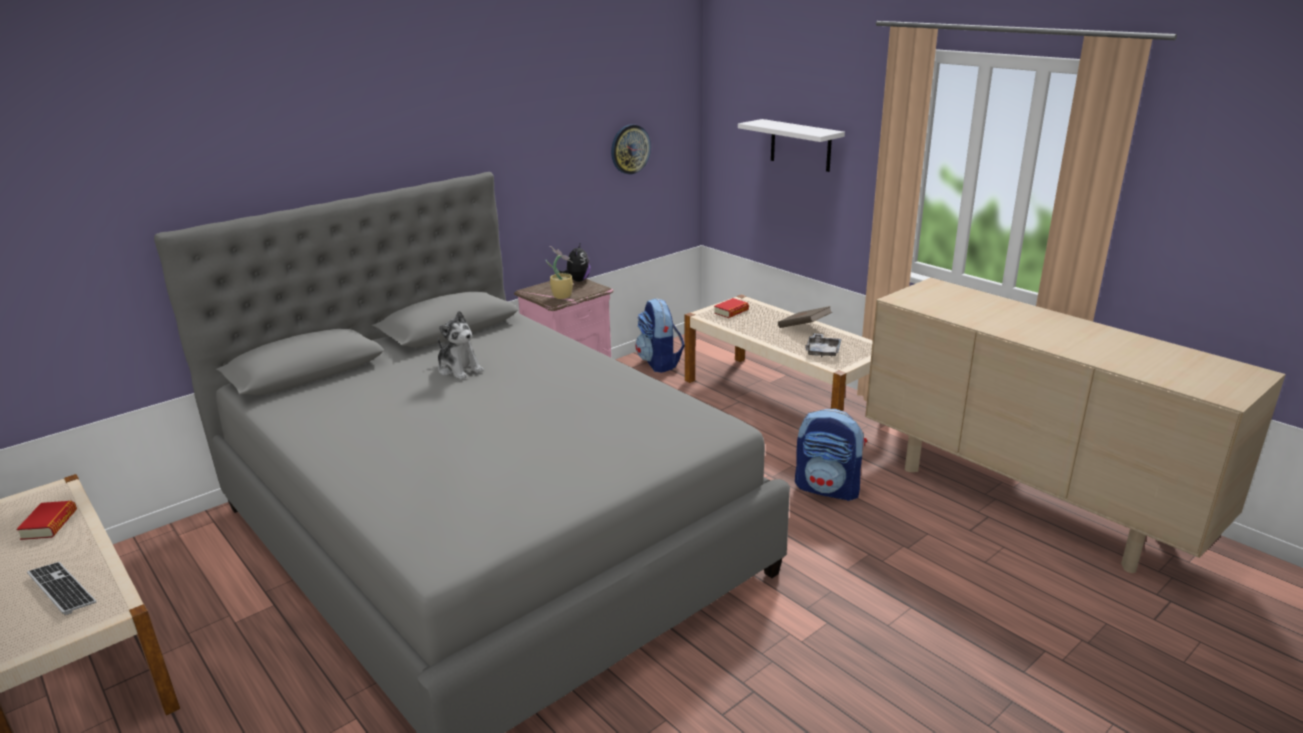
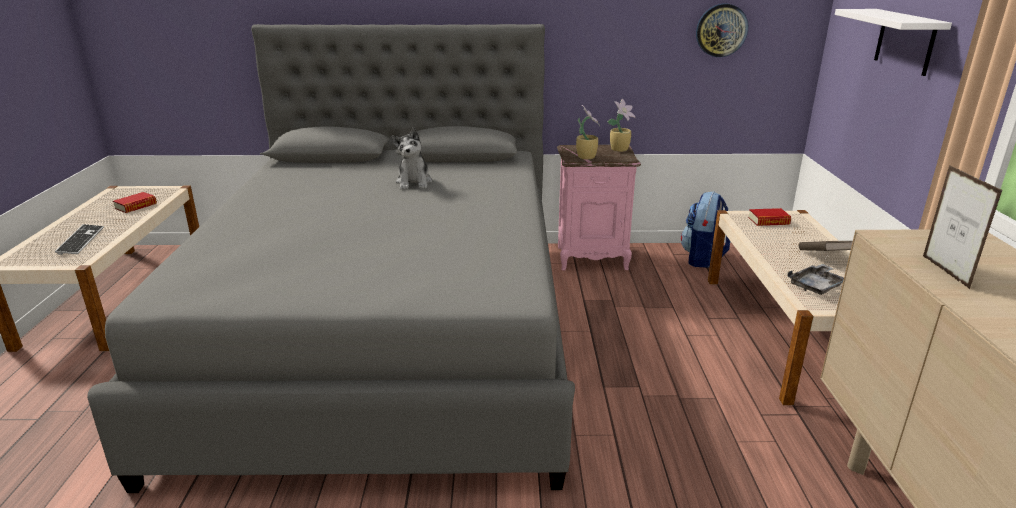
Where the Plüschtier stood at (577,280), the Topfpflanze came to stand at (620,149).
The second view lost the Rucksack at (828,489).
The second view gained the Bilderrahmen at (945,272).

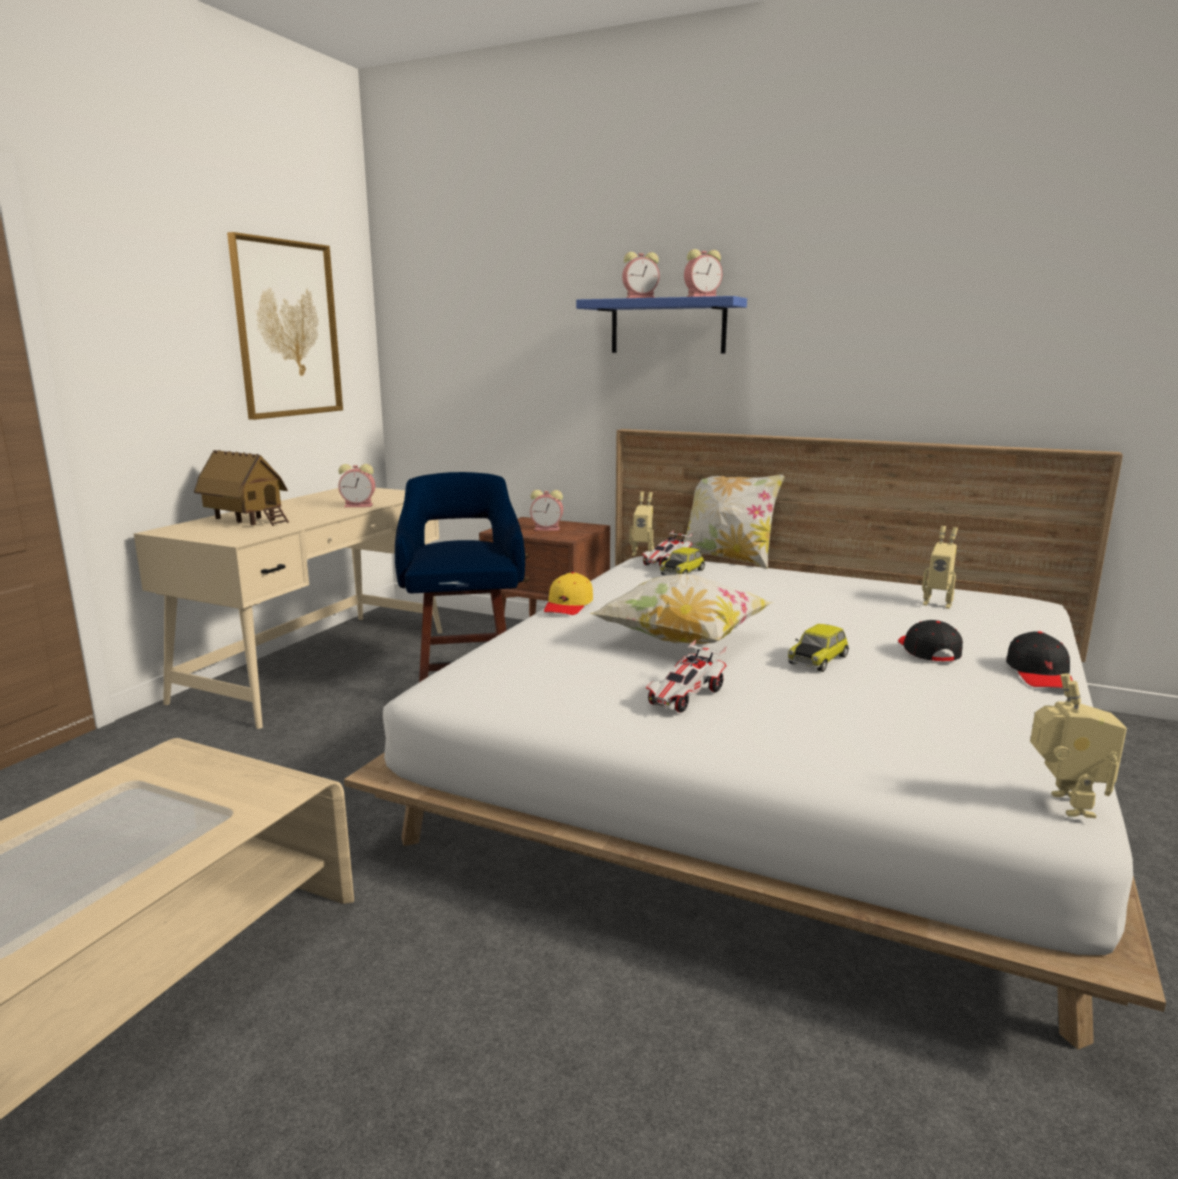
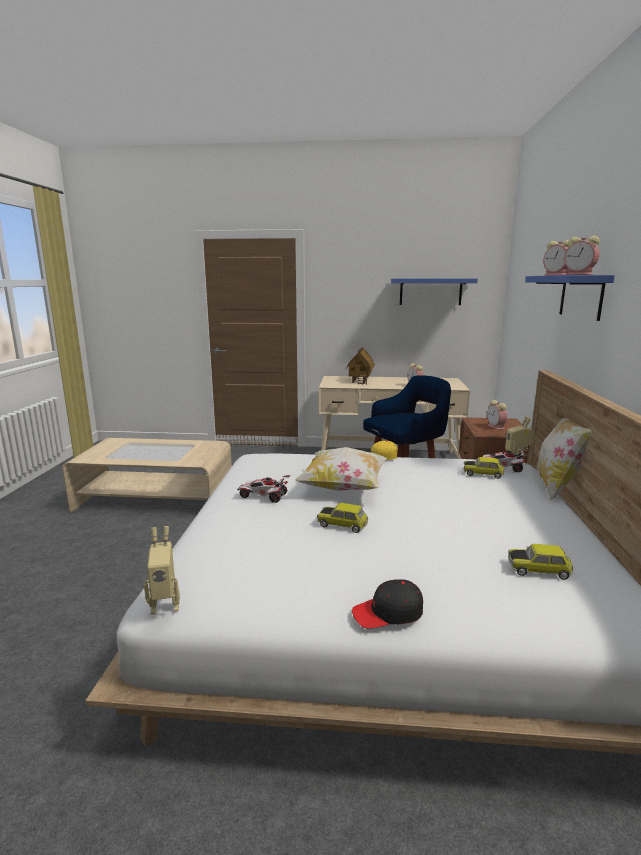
Where the Bild hung at (287,329), the Wandregal/blau came to hang at (430,292).
The second view lost the Kappe/schwarz at (927,651).
Where the Spielzeugroboter stood at (938,603), the Spielzeugauto came to stand at (538,569).

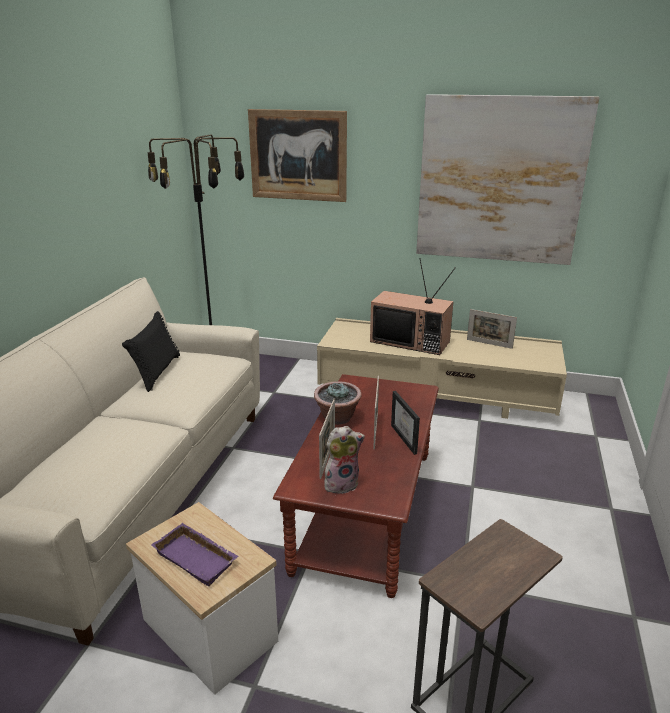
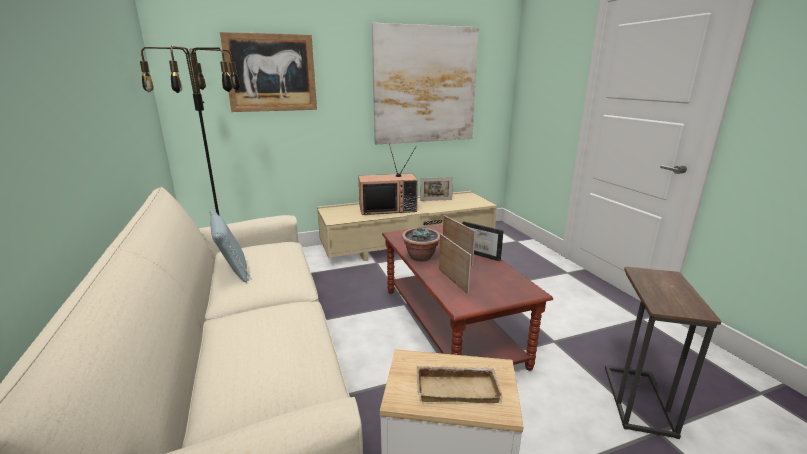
What was the Kissen/schwarz at (156,372) turned into the Kissen/blau at (232,267).
What was the Tablett/lila at (198,558) turned into the Tablett/beige at (458,387).
The second view lost the Plüschtier at (342,483).

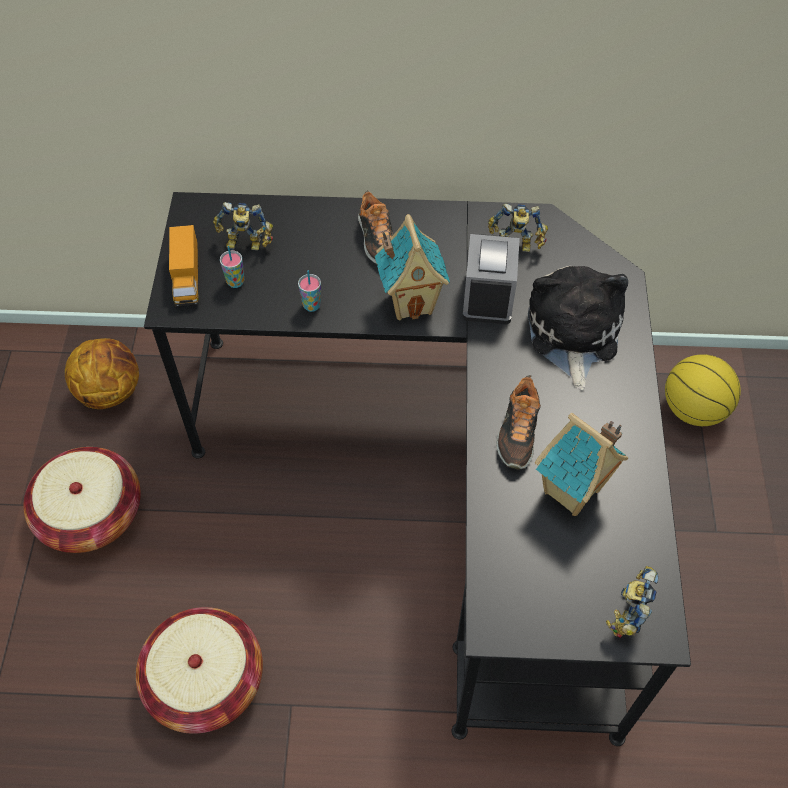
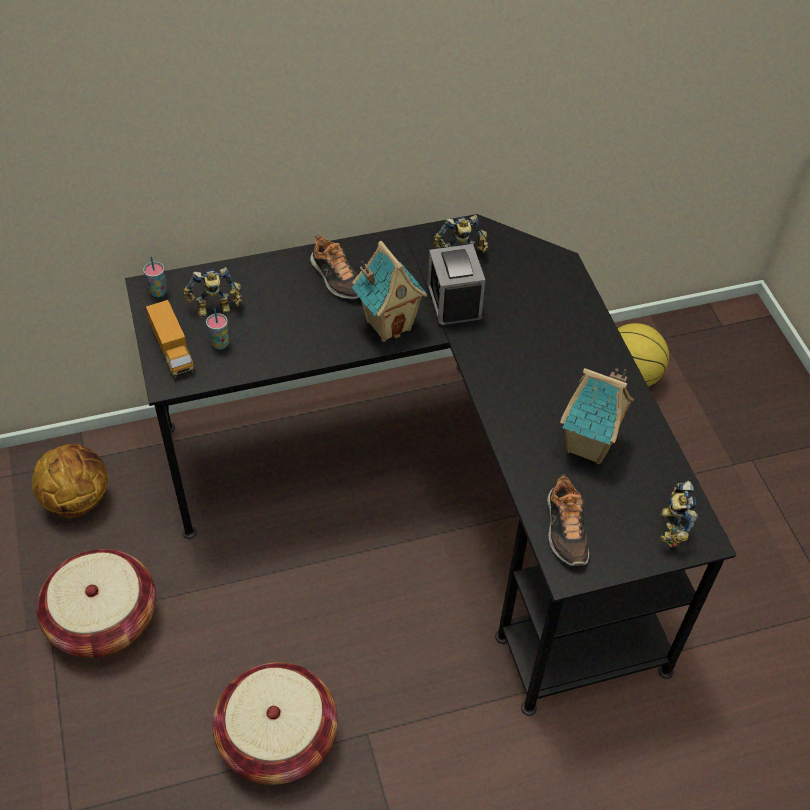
The Tasse ended up elsewhere, having gone from (312,305) to (158,292).
The Schuh ended up elsewhere, having gone from (518,431) to (565,530).
The second view lost the Plüschtier at (572,334).

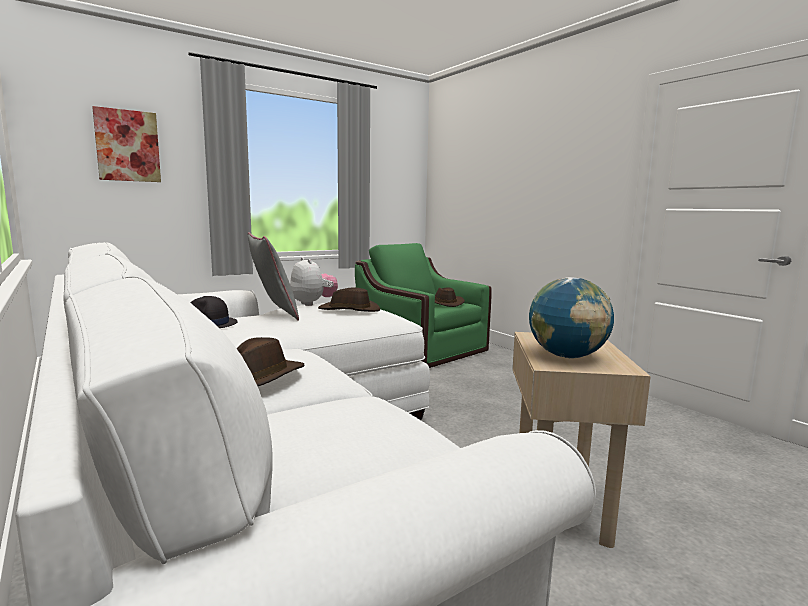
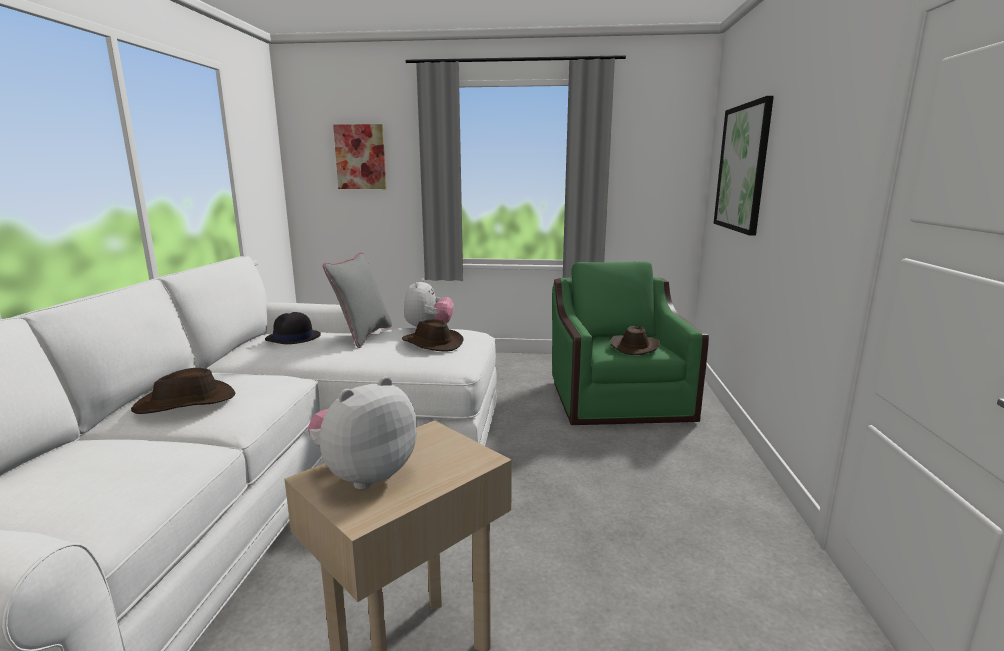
Where the Globus stood at (567,356), the Plüschtier came to stand at (365,474).
The second view gained the Bild at (742,168).

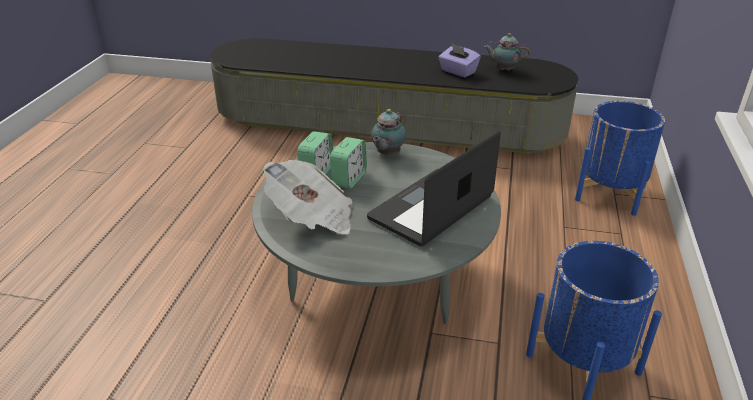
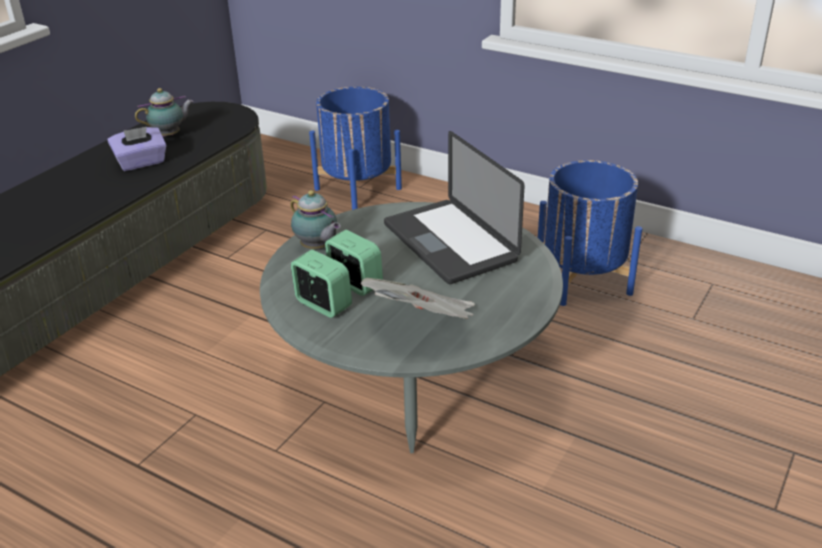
The Teekanne at (503,70) ended up facing another way, 150 degrees counterclockwise from before.

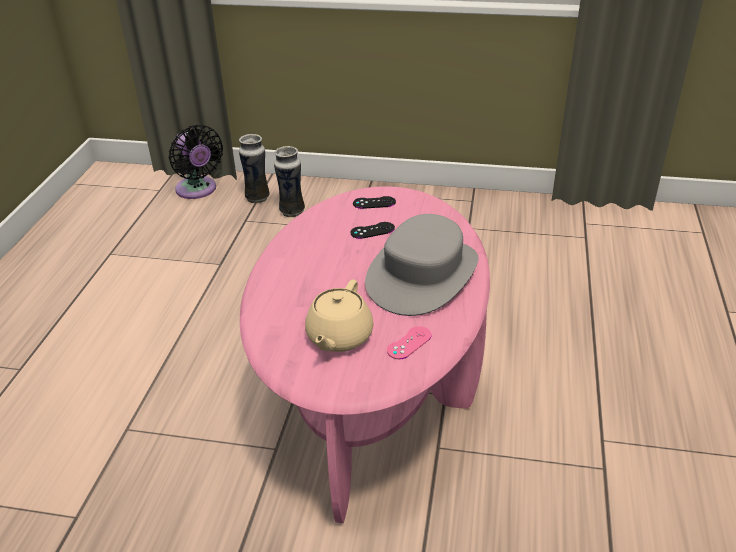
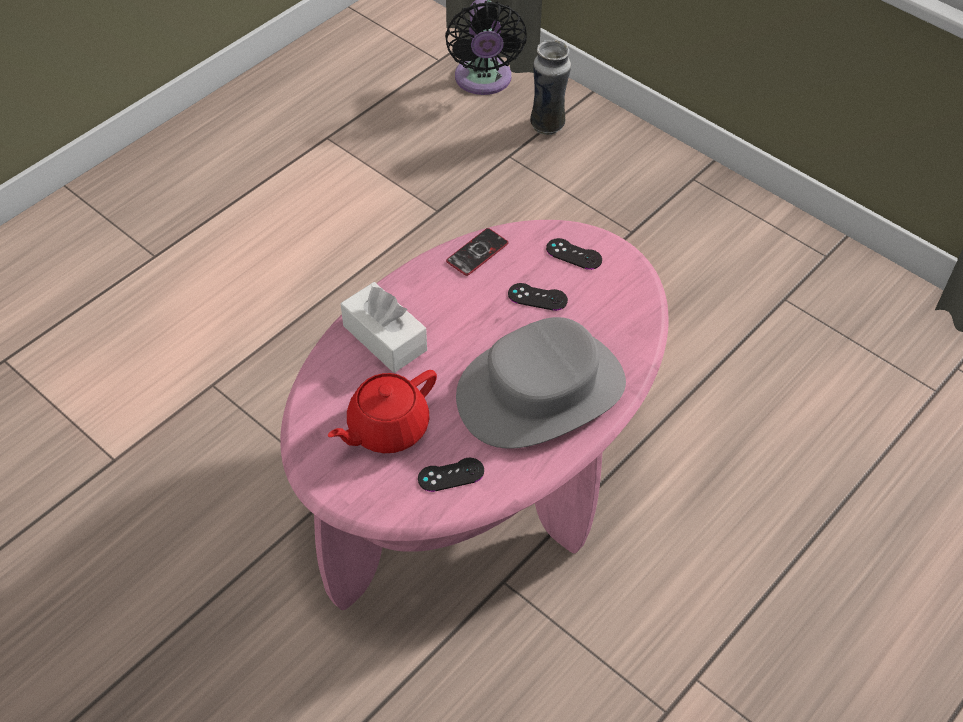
The second view lost the Vase at (292,211).
What was the Teekanne/beige at (338,337) turned into the Teekanne/rot at (386,428).
What was the Gamepad/rosa at (409,343) turned into the Gamepad/schwarz at (451,475).
The second view gained the Taschentuchbox/weiß at (385,338).
The second view gained the Handy at (477,253).

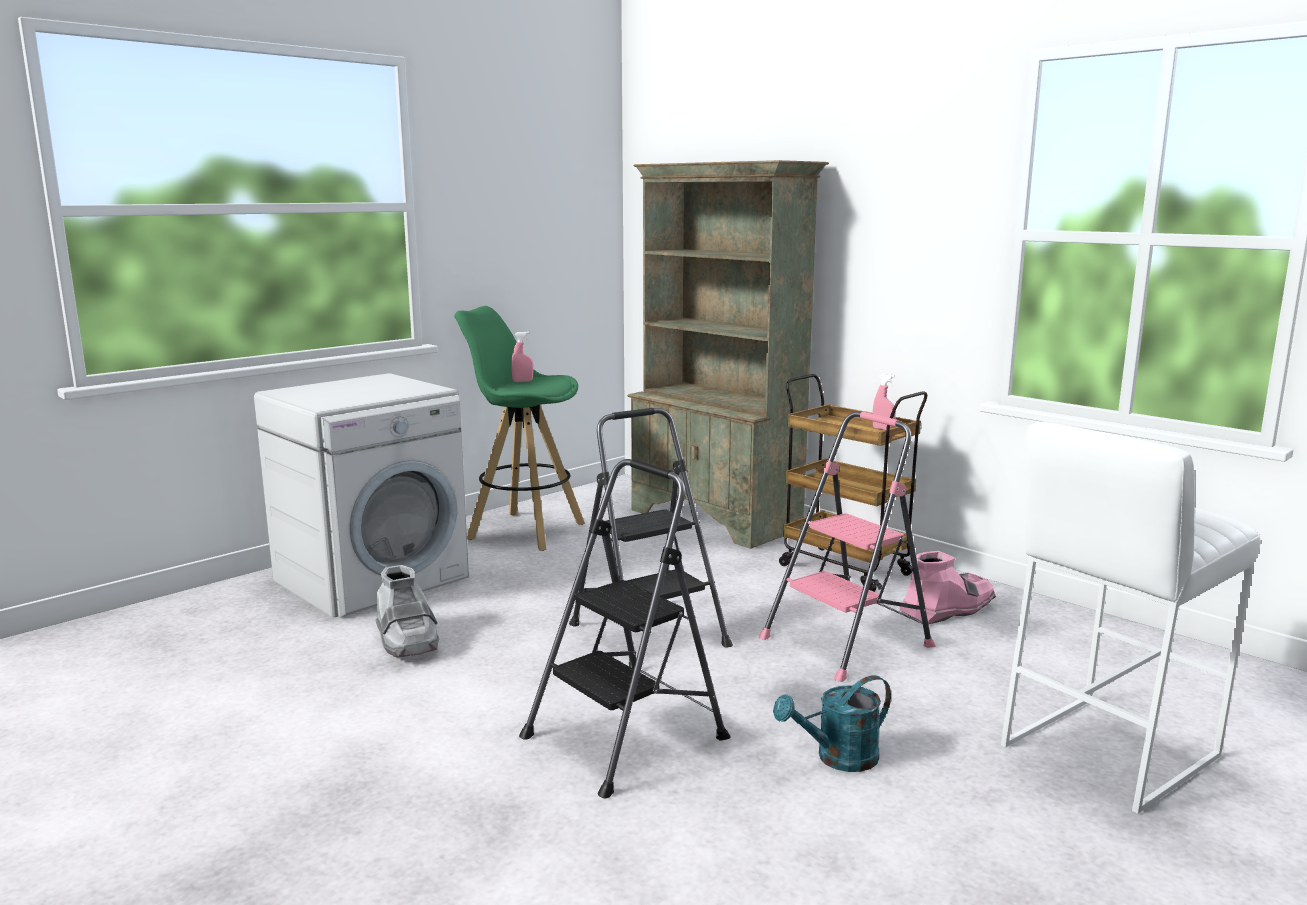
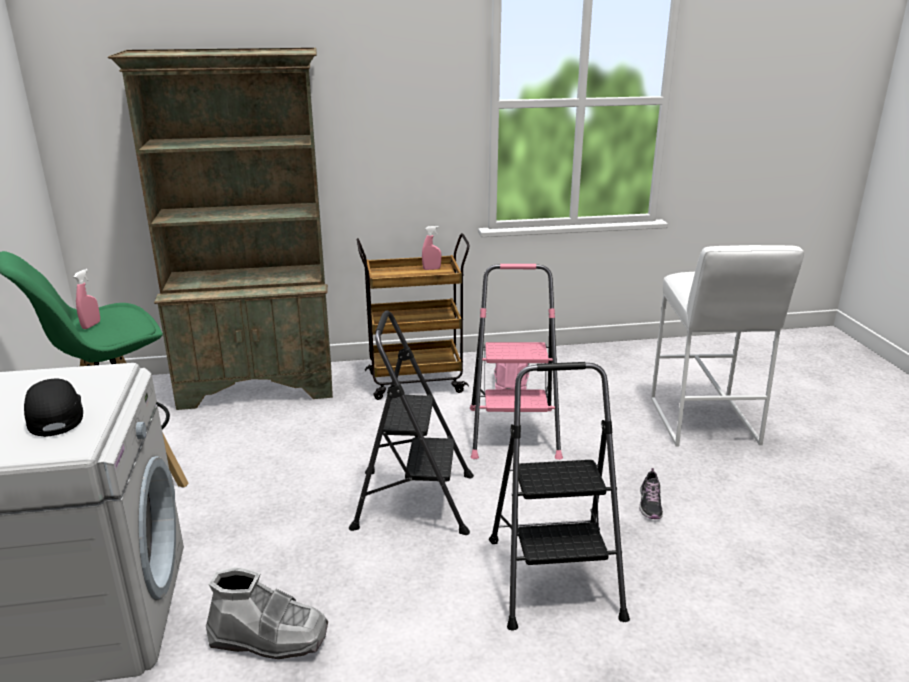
Where the Gießkanne/türkis stood at (837,759), the Schuh came to stand at (650,504).
The second view gained the Kappe/schwarz at (55,415).

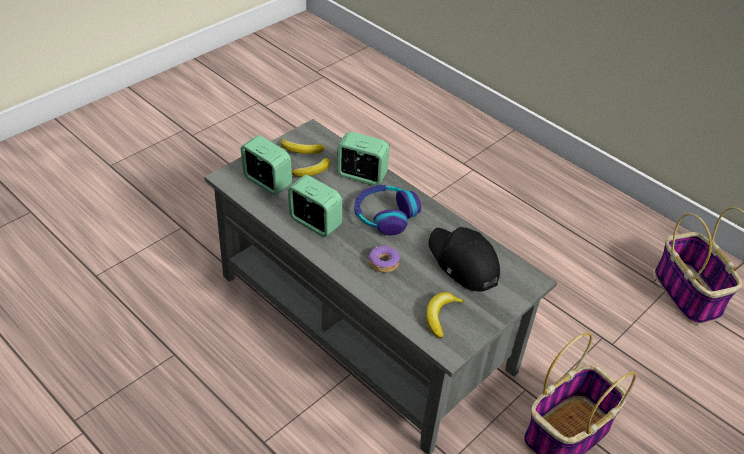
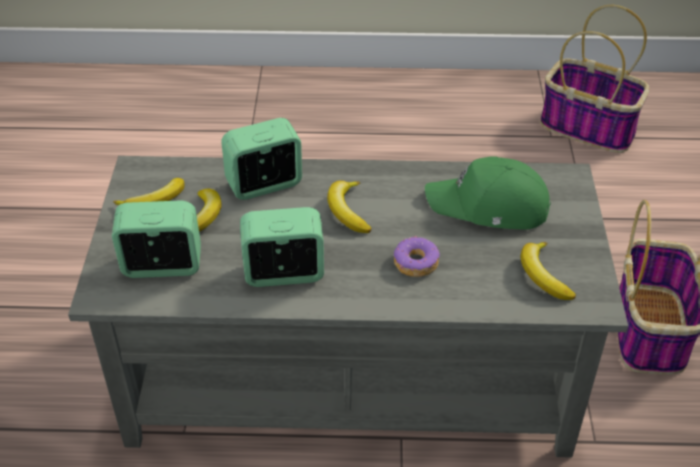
Where the Kopfhörer stood at (385,215), the Banane came to stand at (348,211).
What was the Kappe/schwarz at (462,263) turned into the Kappe/grün at (489,206).

